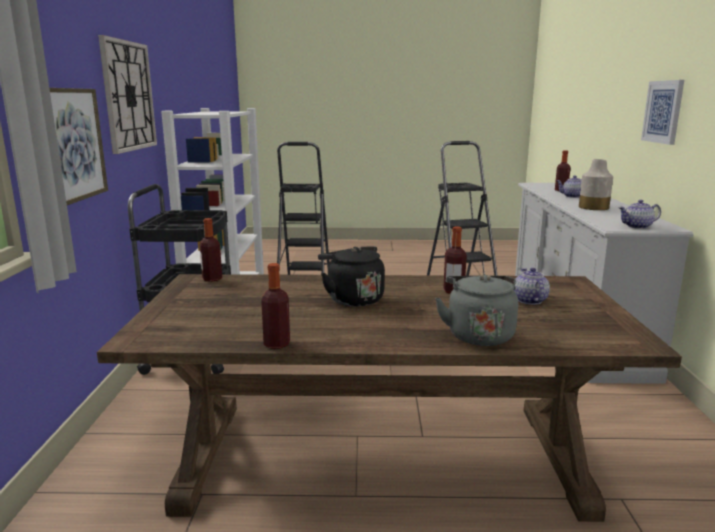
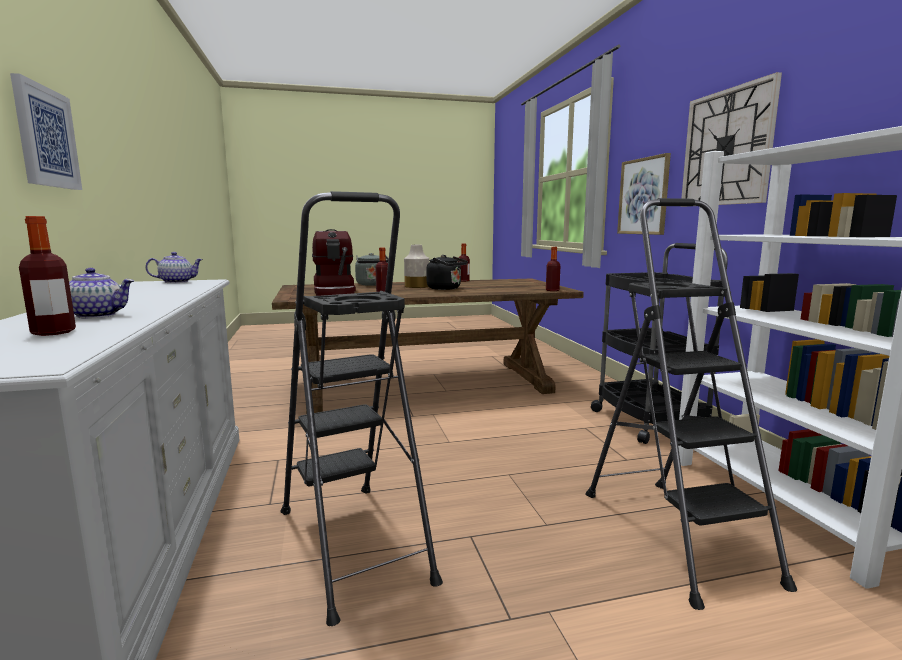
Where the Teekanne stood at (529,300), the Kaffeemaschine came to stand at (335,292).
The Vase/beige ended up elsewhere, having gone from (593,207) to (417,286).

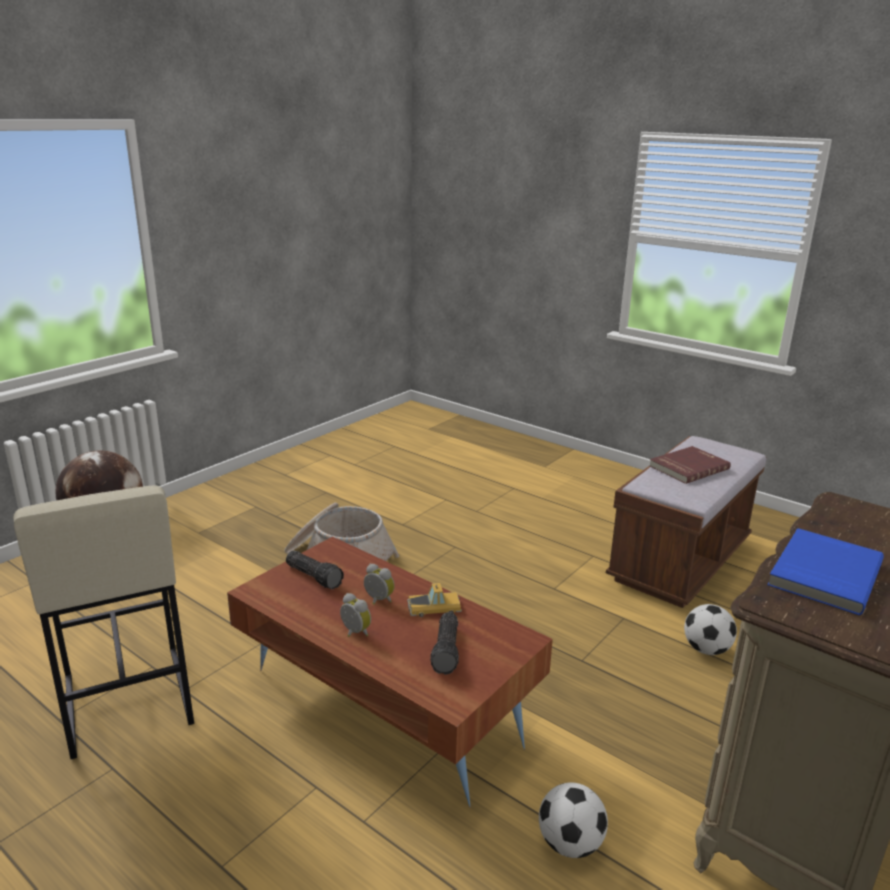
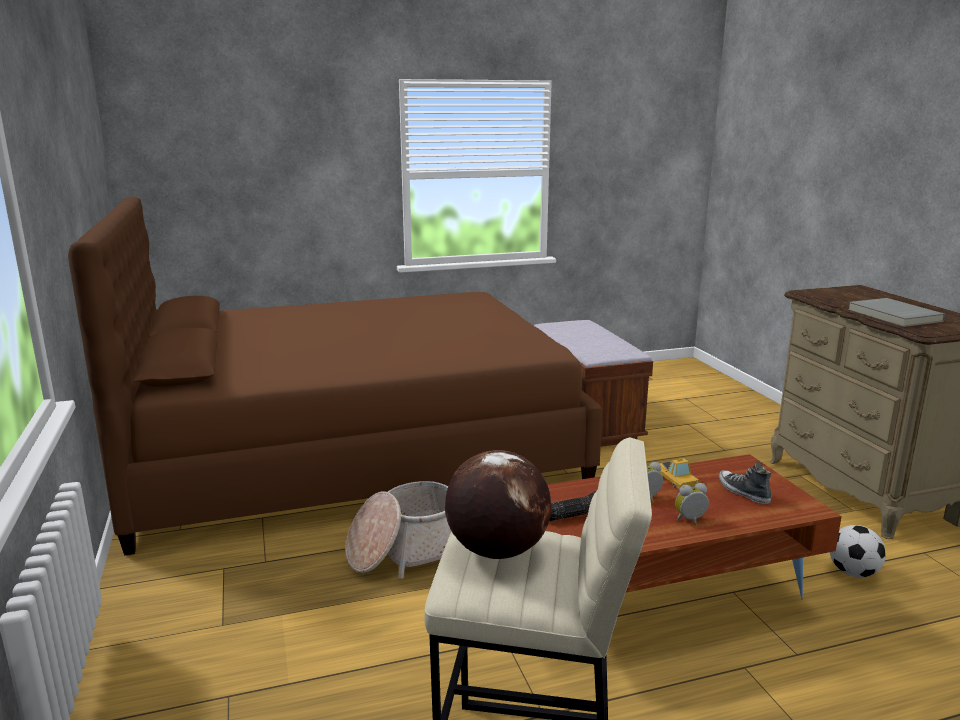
The Spielzeugauto at (435,607) ended up facing another way, 135 degrees clockwise from before.
Where the Taschenlampe stood at (447,651), the Schuh came to stand at (743,492).
The second view lost the Buch/rot at (688,467).
The second view lost the Fußball at (706,649).
What was the Buch/blau at (822,573) turned into the Buch/grau at (893,315).
The second view gained the Bett/braun at (353,449).

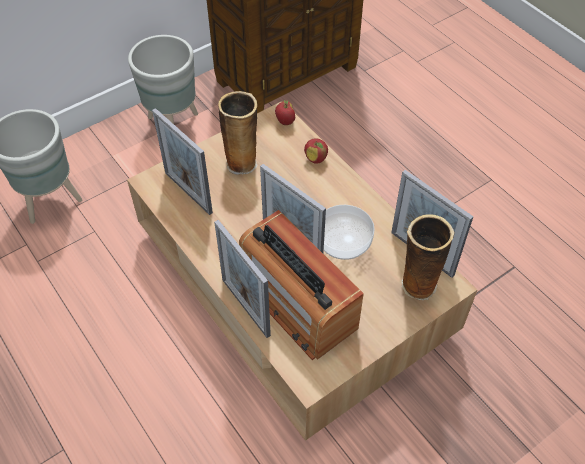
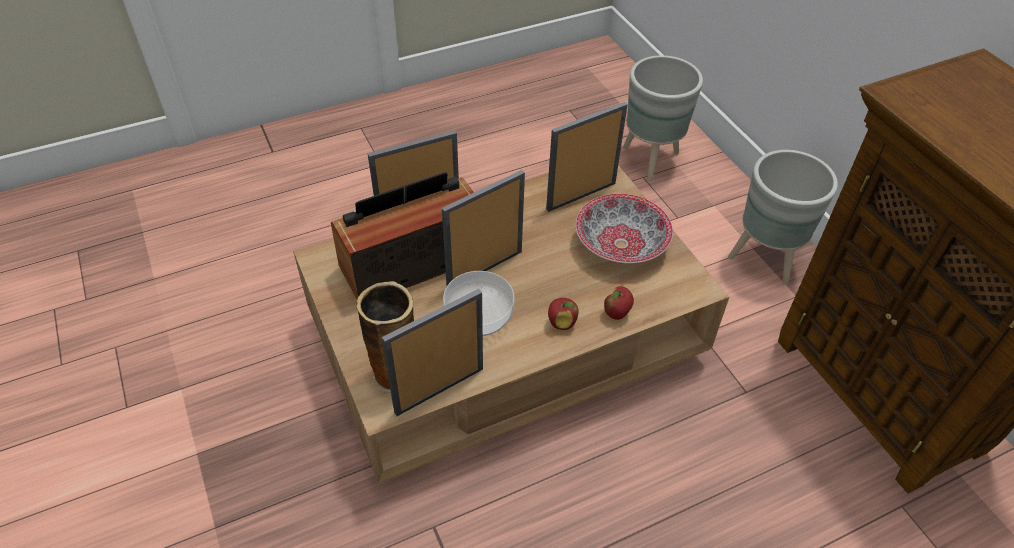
Where the Vase stood at (242,162), the Schüssel came to stand at (620,244).
The Apfel ended up elsewhere, having gone from (285,122) to (562,323).

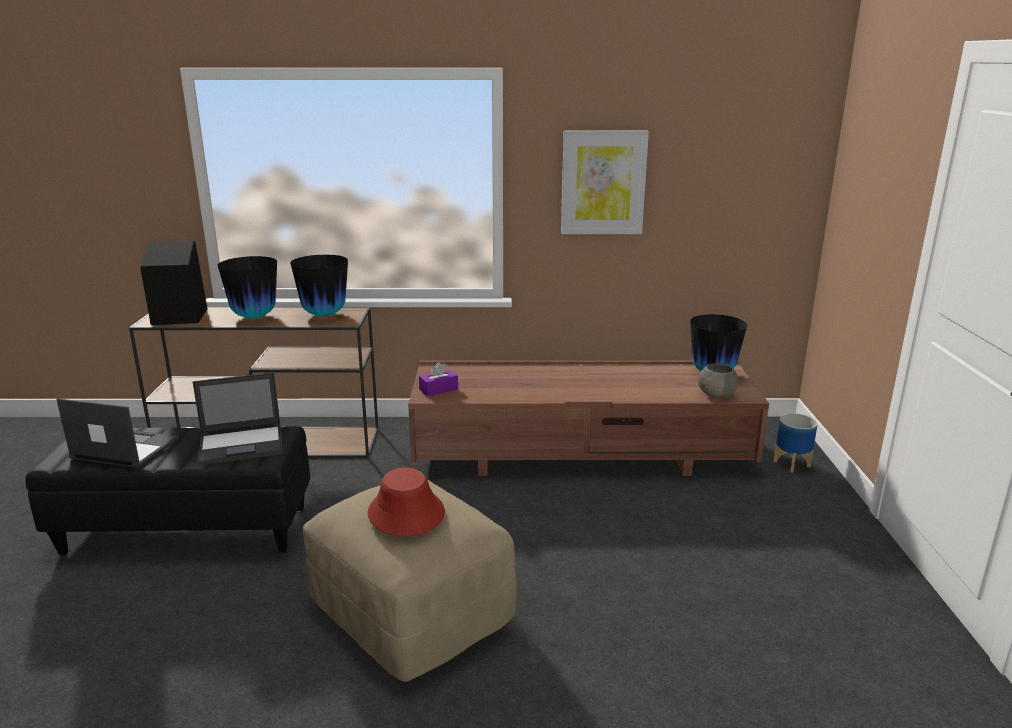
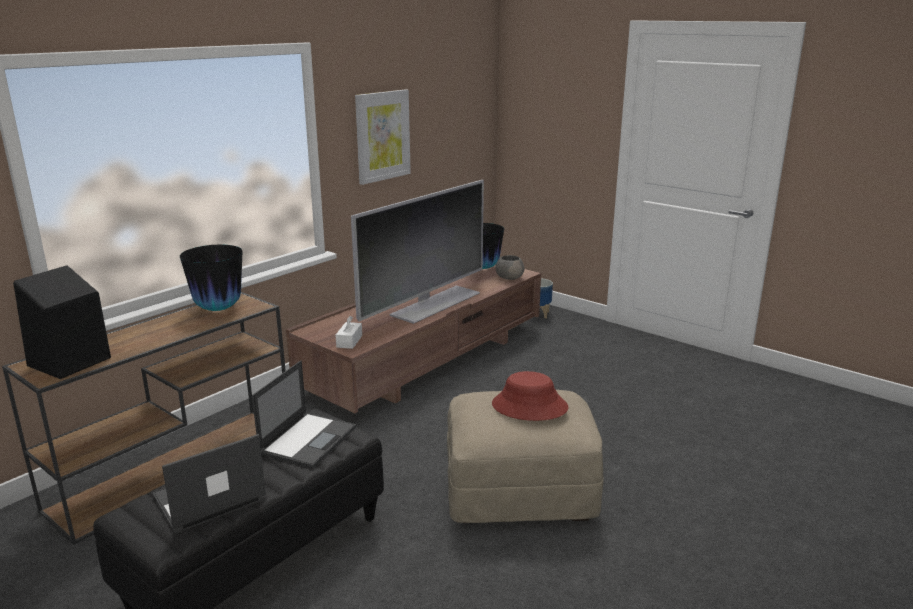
The second view lost the Vase at (254,317).
What was the Taschentuchbox/lila at (438,389) turned into the Taschentuchbox/weiß at (349,341).
The second view gained the Fernseher at (434,303).

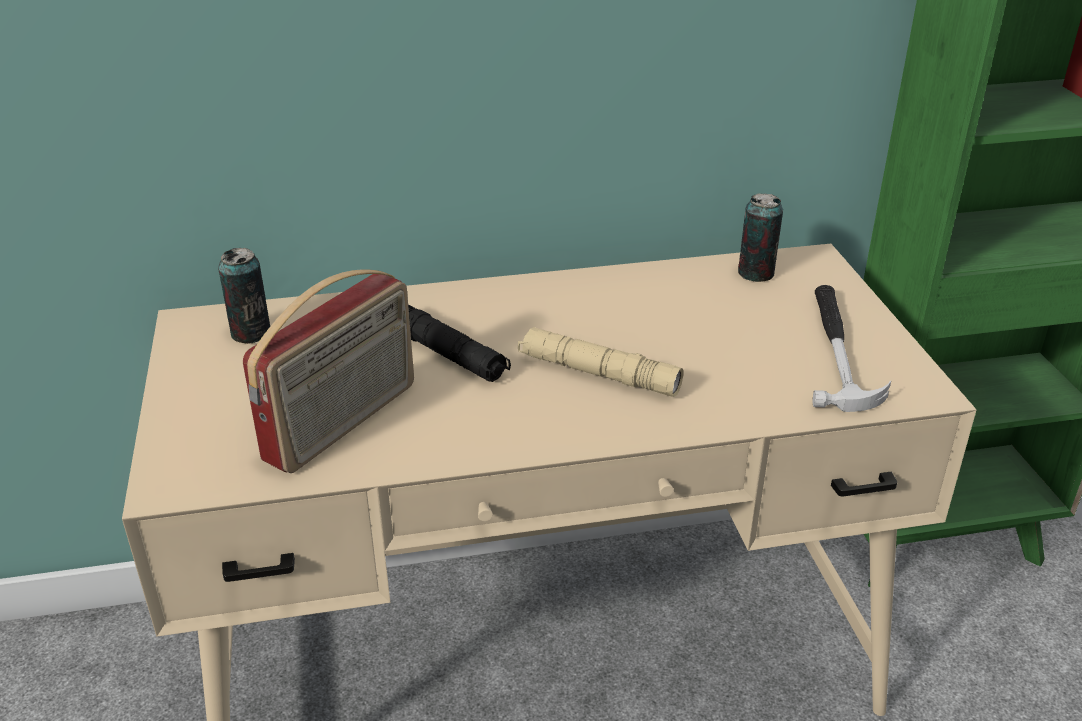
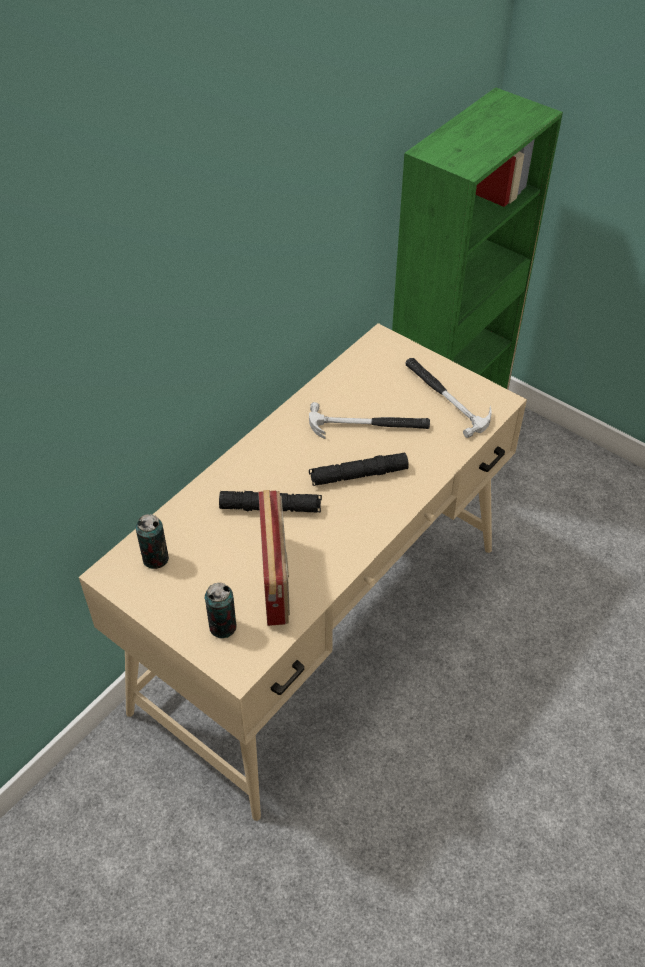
What was the Taschenlampe/beige at (598,373) turned into the Taschenlampe/schwarz at (358,475).
The Dose ended up elsewhere, having gone from (755,273) to (223,627).
The second view gained the Hammer at (368,425).

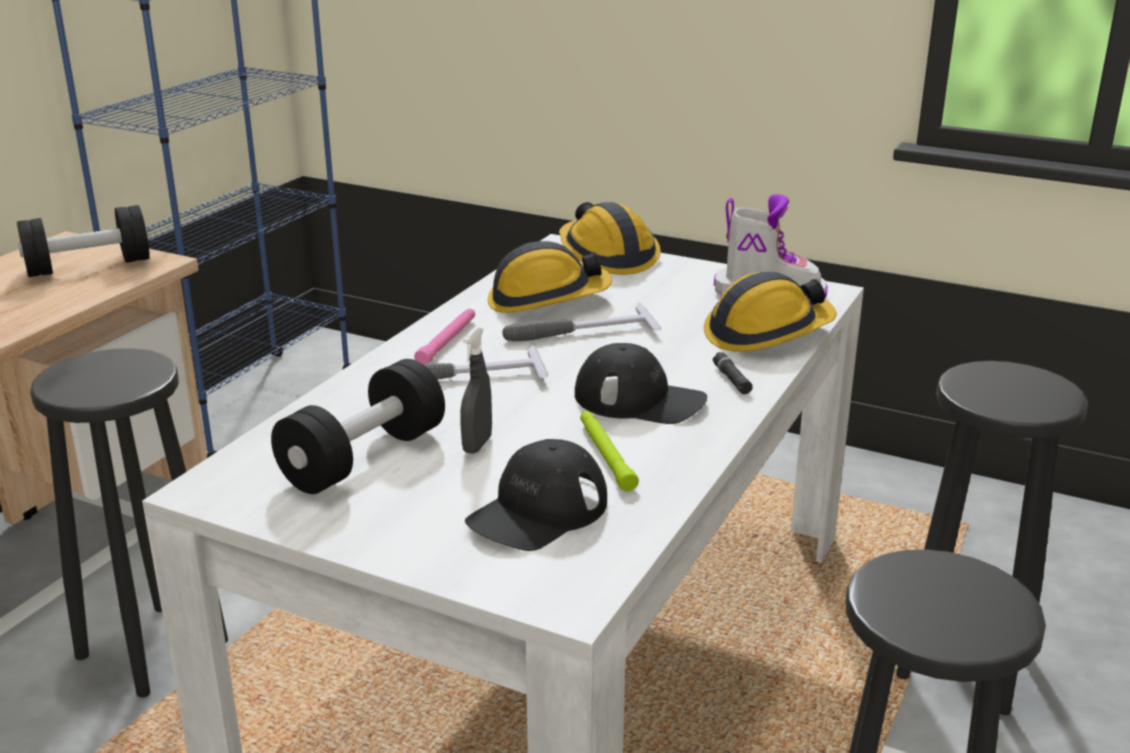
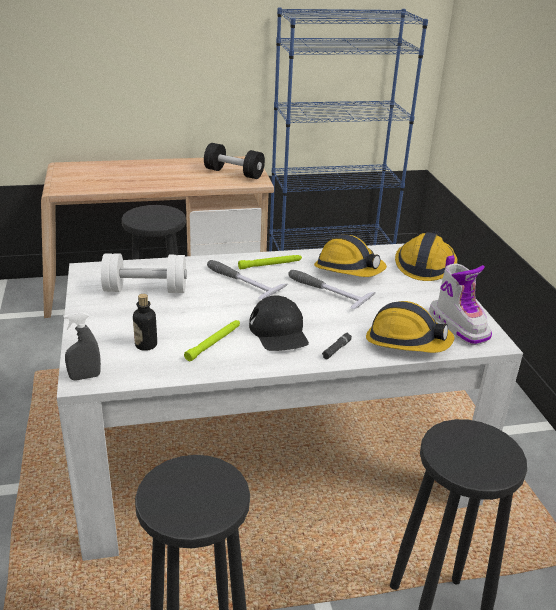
What was the Hantel/schwarz at (363,458) turned into the Hantel/weiß at (145,289).
What was the Taschenlampe/rosa at (448,341) turned into the Taschenlampe/grün at (270,265).
The Sprühflasche/grau ended up elsewhere, having gone from (477,445) to (85,377).
Where the Kappe/schwarz stood at (538,511), the Flasche came to stand at (146,345).

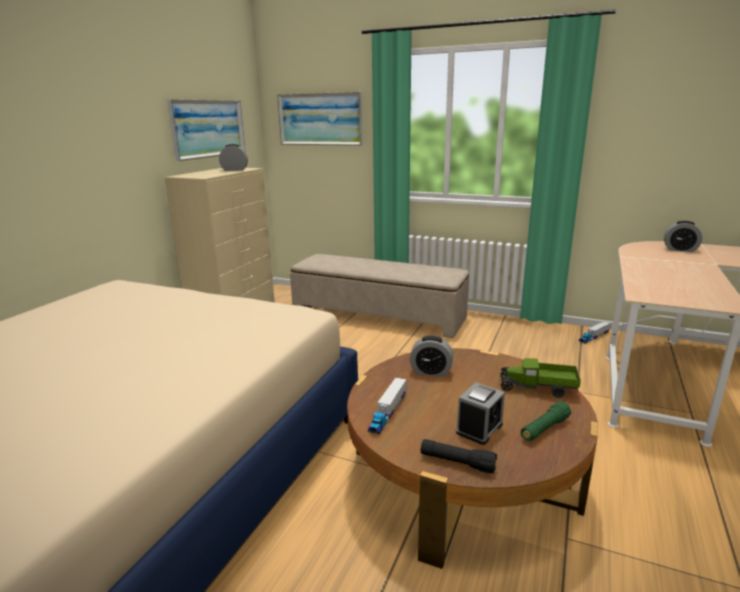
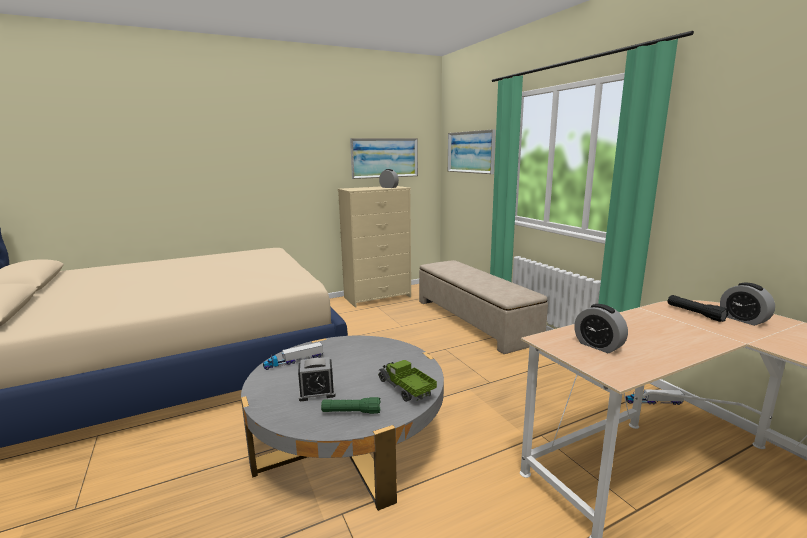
What was the Couchtisch/braun at (462,475) turned into the Couchtisch/grau at (348,440).
The Wecker ended up elsewhere, having gone from (431,372) to (598,346).
The Taschenlampe/schwarz ended up elsewhere, having gone from (457,463) to (694,313).

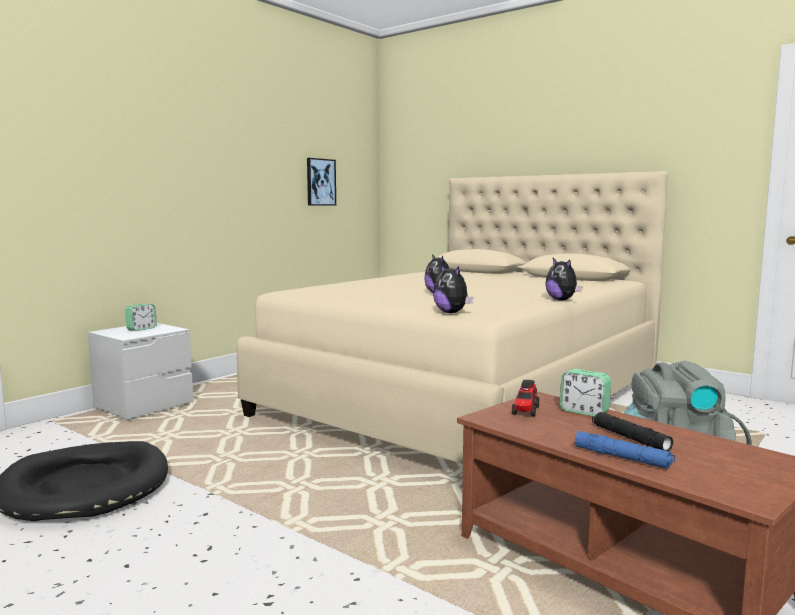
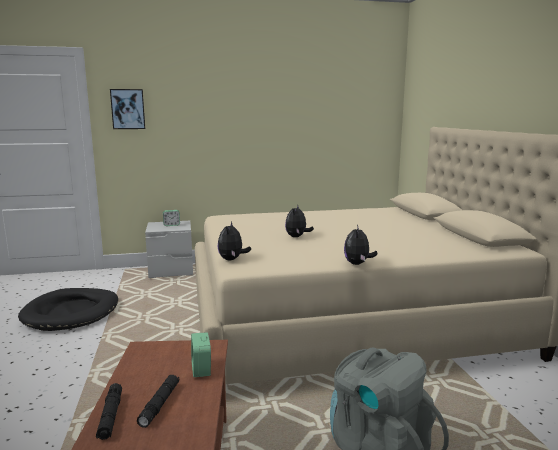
The Bild ended up elsewhere, having gone from (320,182) to (128,109).
The second view lost the Spielzeuglaster at (525,411).
What was the Taschenlampe/blau at (622,458) turned into the Taschenlampe/schwarz at (110,416).

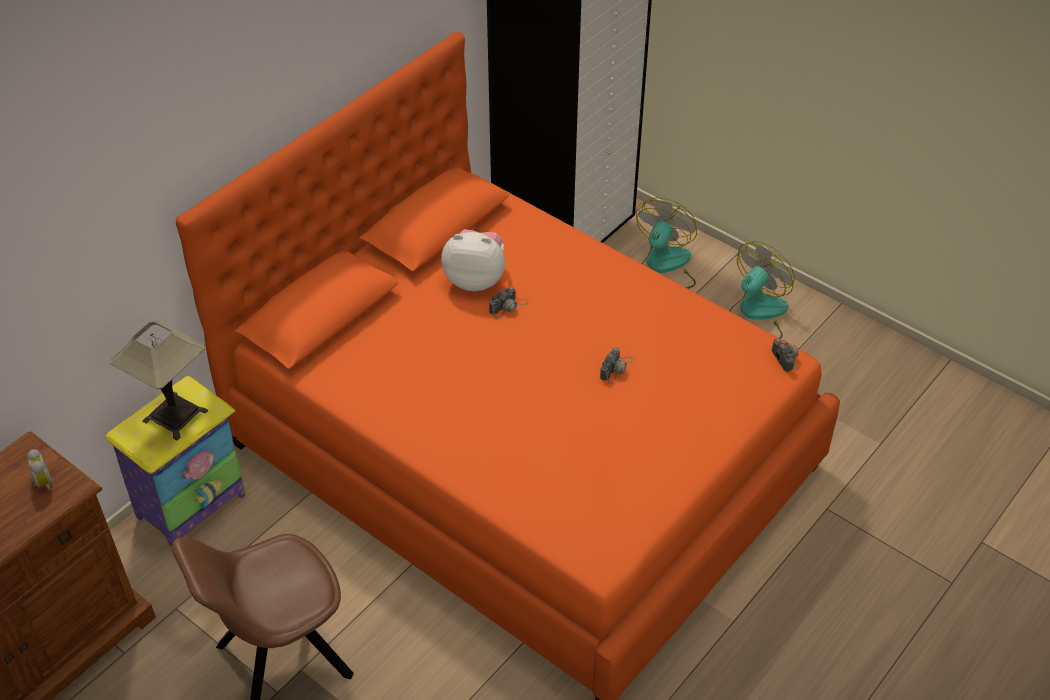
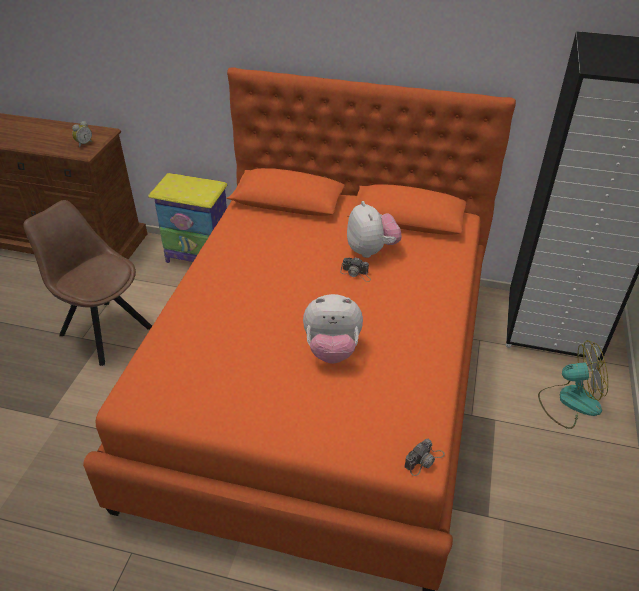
The second view lost the Tischlampe at (175,416).
Where the Kamera stood at (616,368), the Plüschtier came to stand at (332,349).
The second view lost the Ventilator at (755,313).

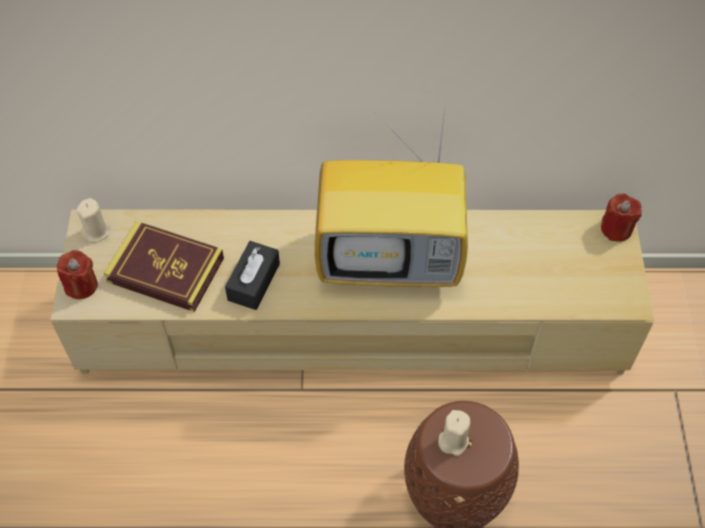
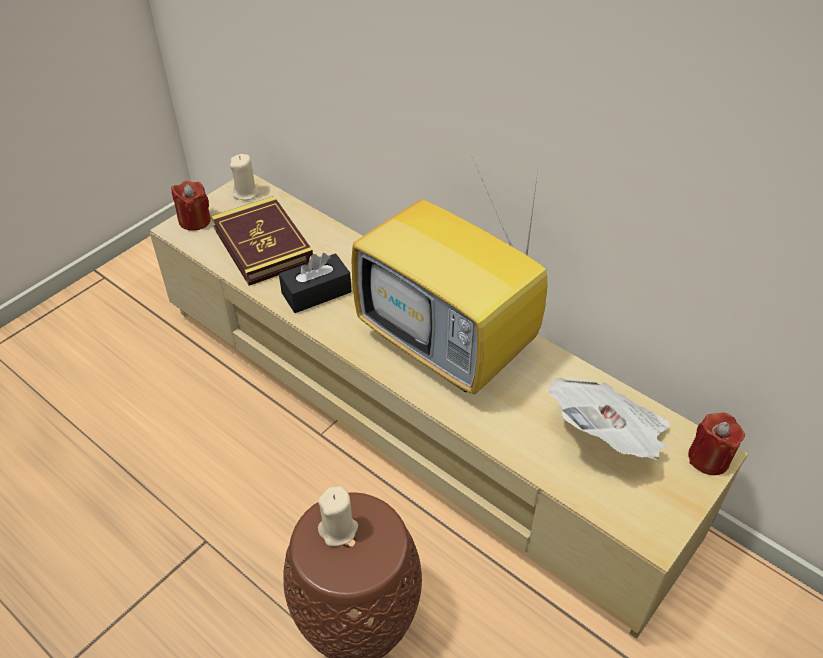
The second view gained the Zeitung at (608,436).

